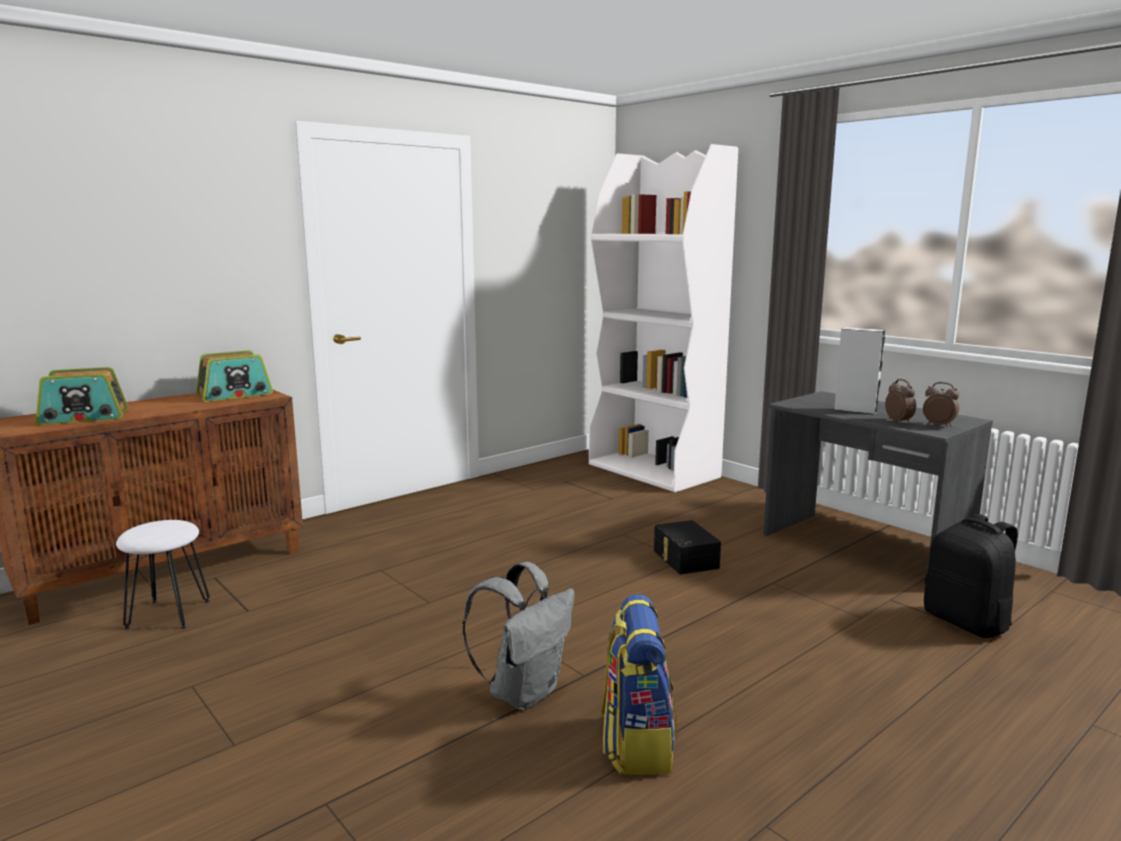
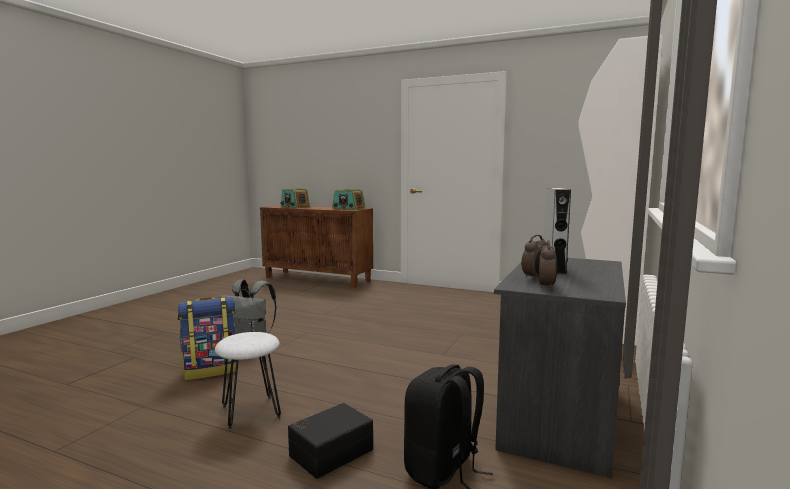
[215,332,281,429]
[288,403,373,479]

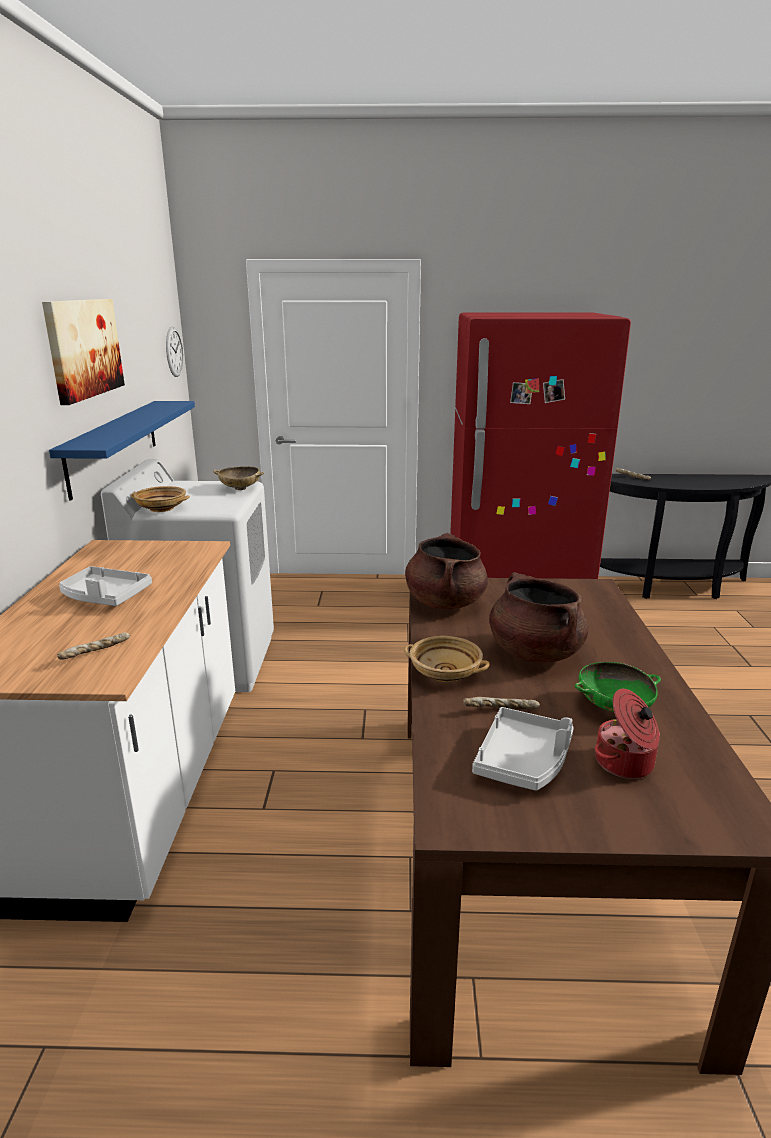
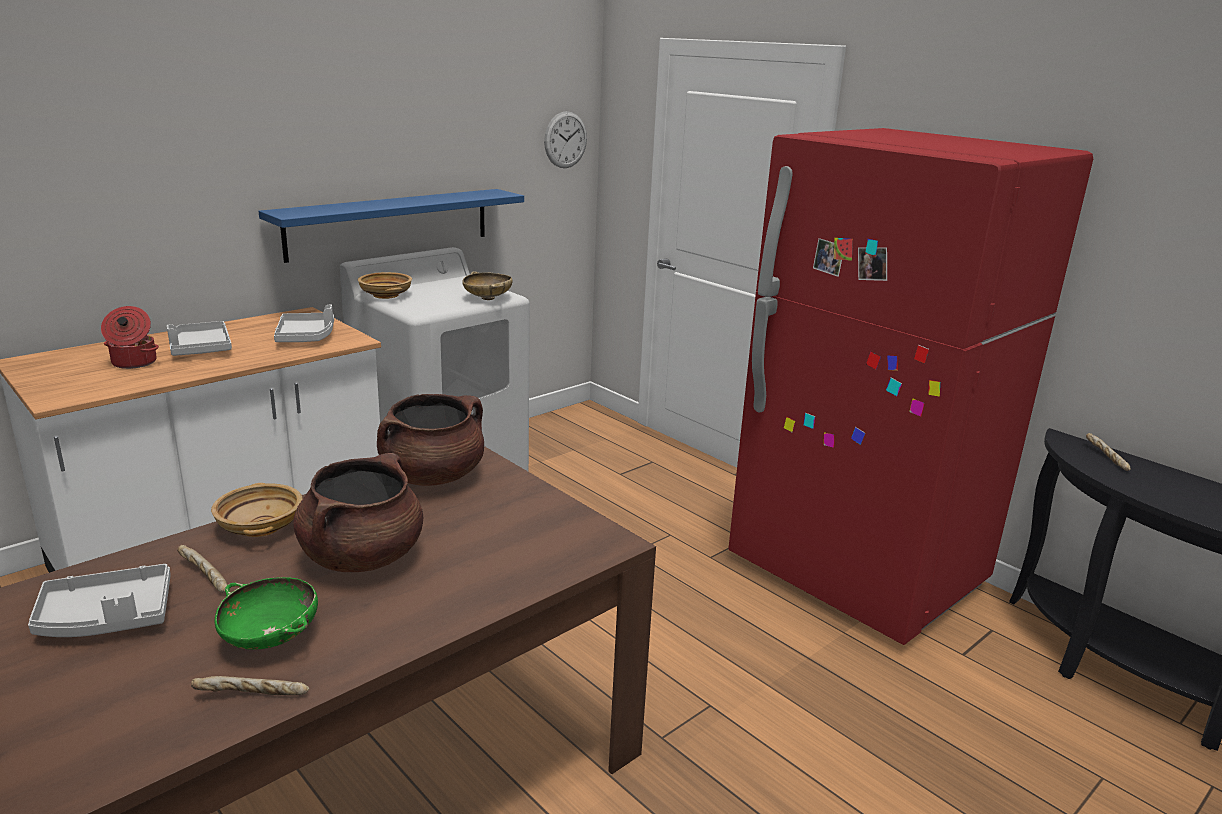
[42,299,125,405] (first image)
[191,676,309,695]
[101,306,159,369]
[274,305,334,342]

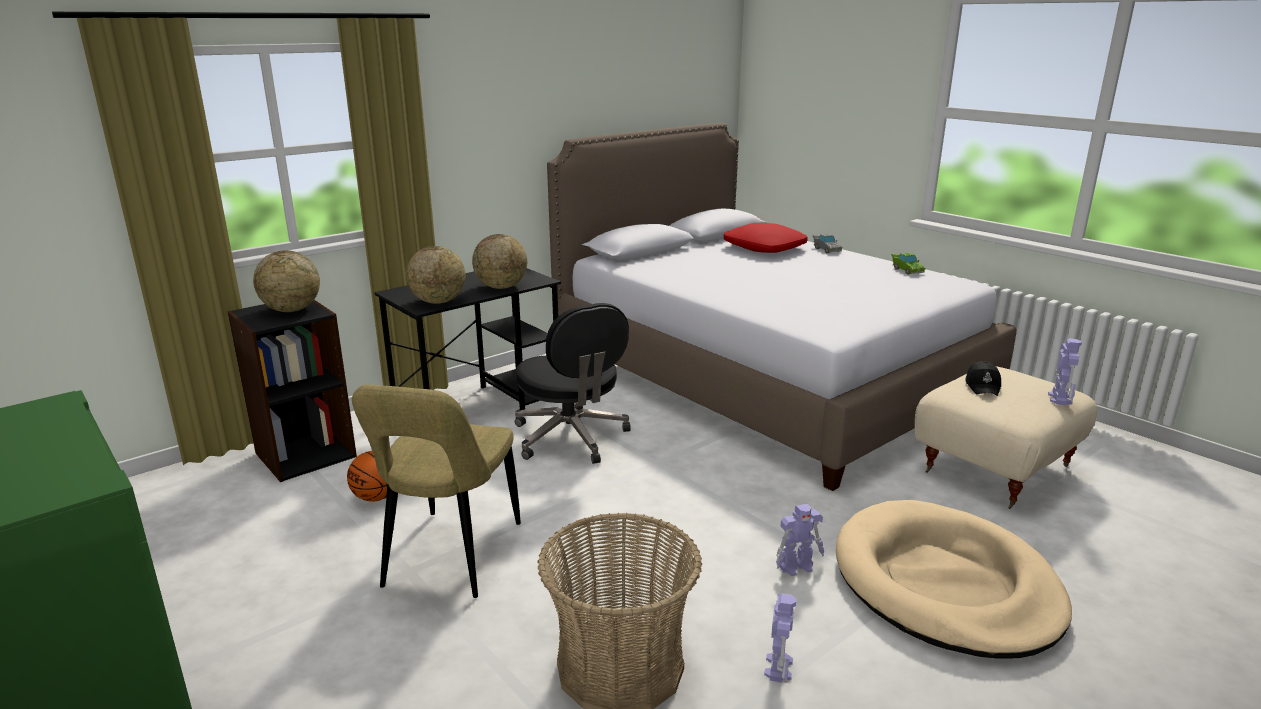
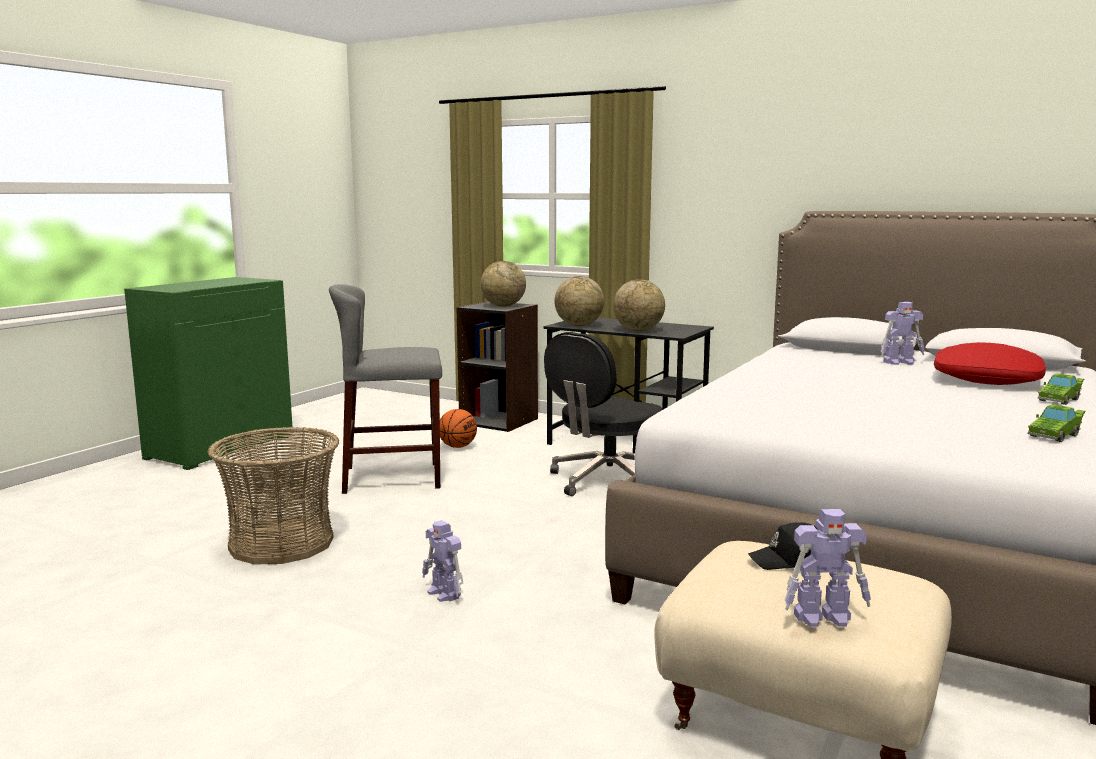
[329,284,442,494]
[881,302,925,365]
[1038,373,1084,405]
[836,500,1072,659] (first image)

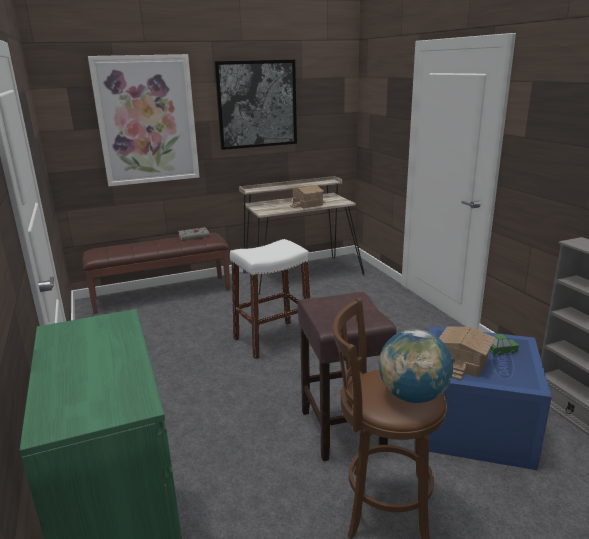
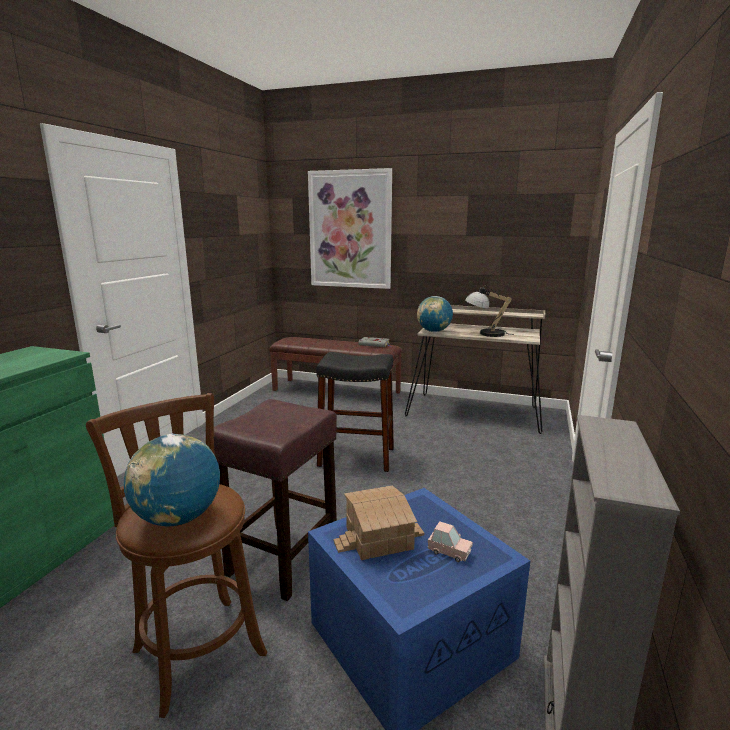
[214,60,297,150] (first image)
[316,352,394,472]
[465,285,514,337]
[428,522,473,562]
[417,296,453,332]

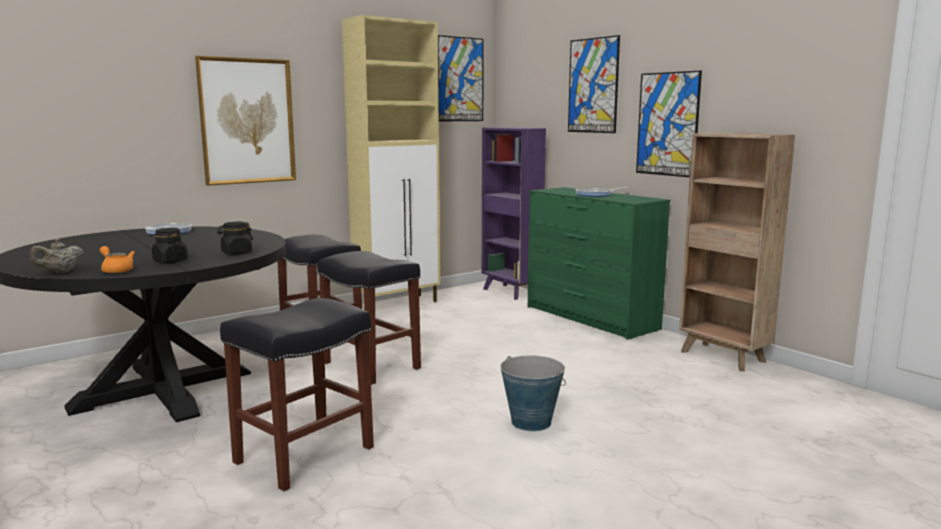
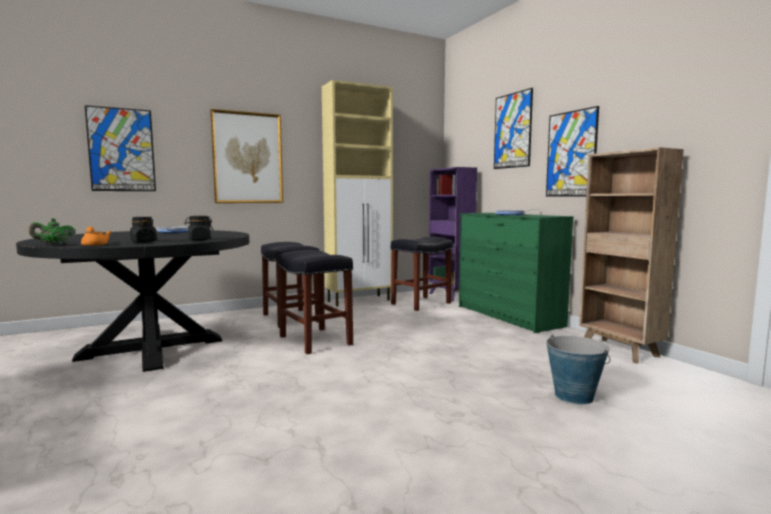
[29,218,76,245]
[391,237,453,311]
[85,105,156,191]
[546,335,611,405]

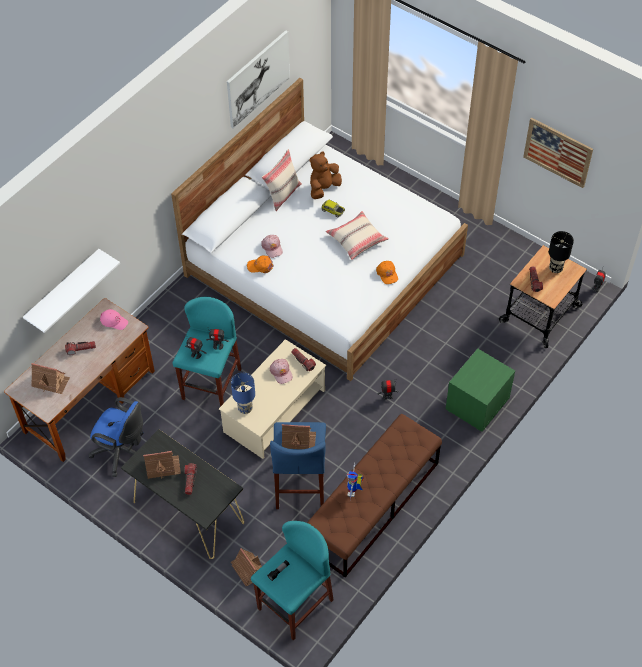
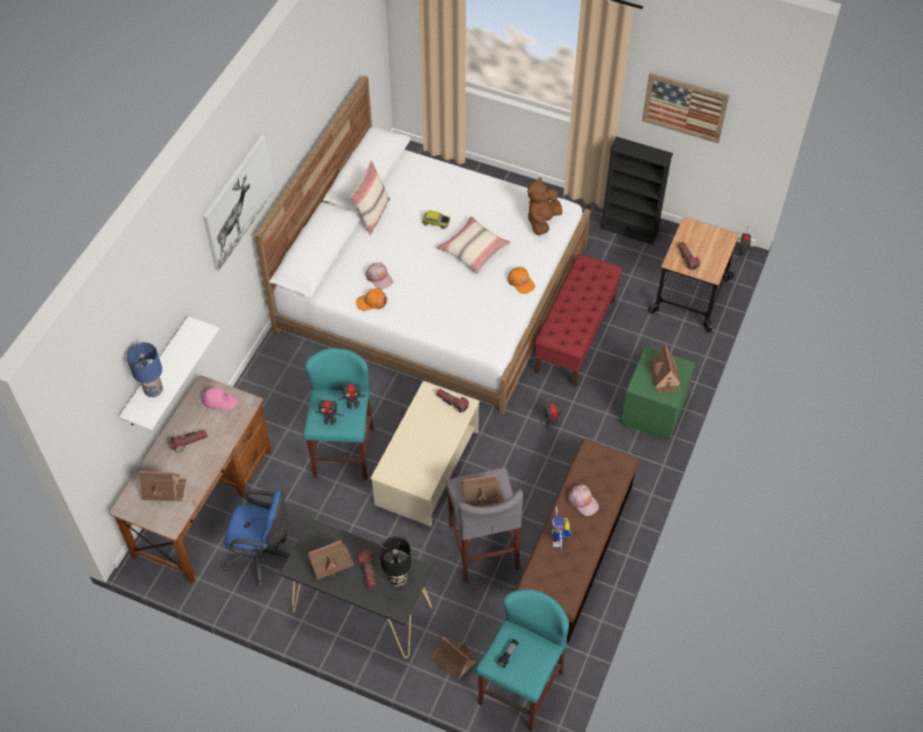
[203,135,274,271]
[127,342,163,397]
[568,484,599,516]
[446,468,523,582]
[528,177,562,235]
[380,536,411,587]
[535,254,622,387]
[600,136,673,245]
[649,345,682,393]

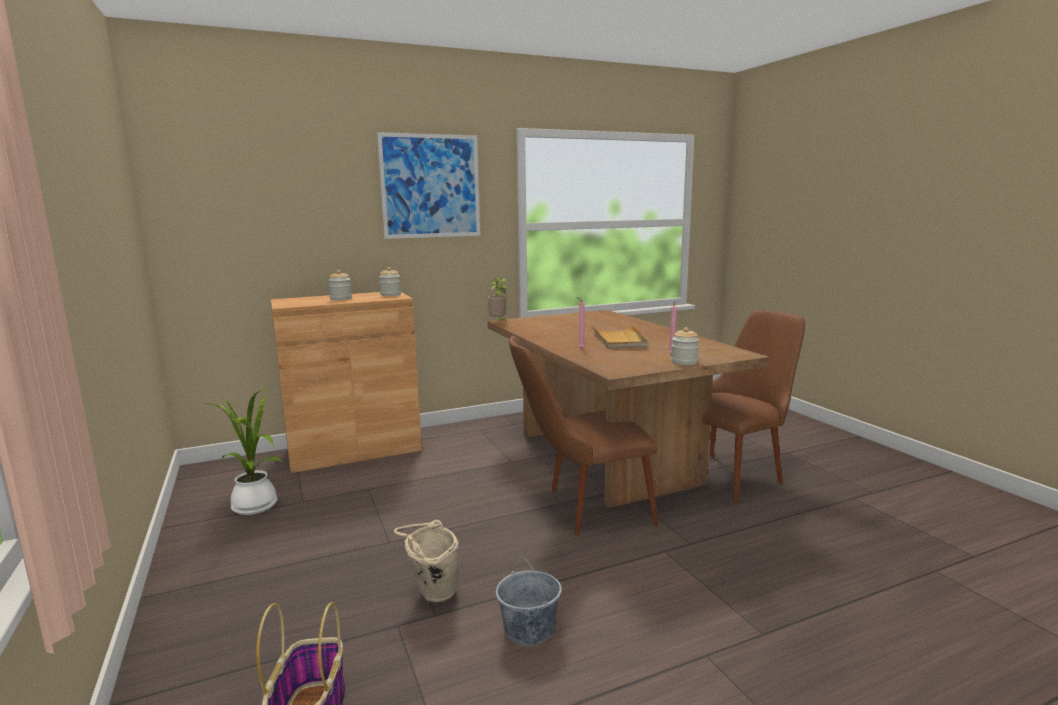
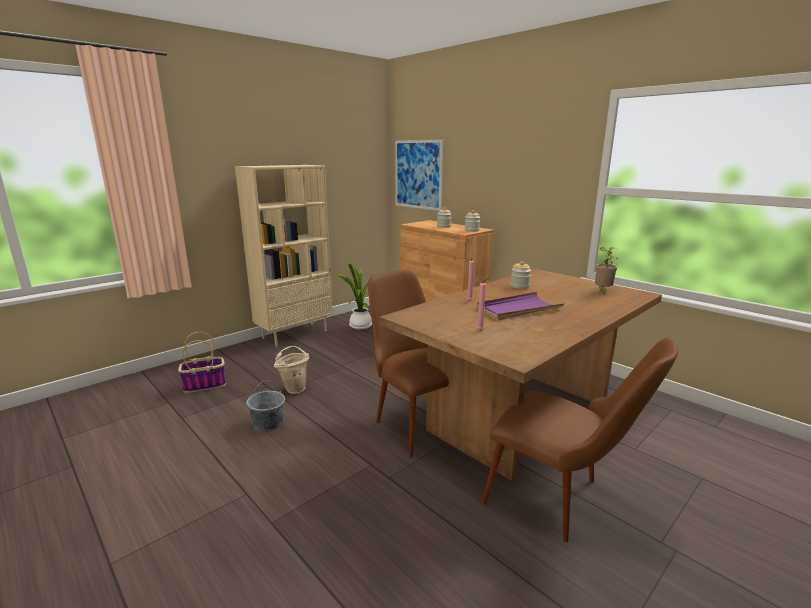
[395,140,443,211]
[595,247,618,294]
[476,292,565,320]
[510,261,531,289]
[235,165,333,347]

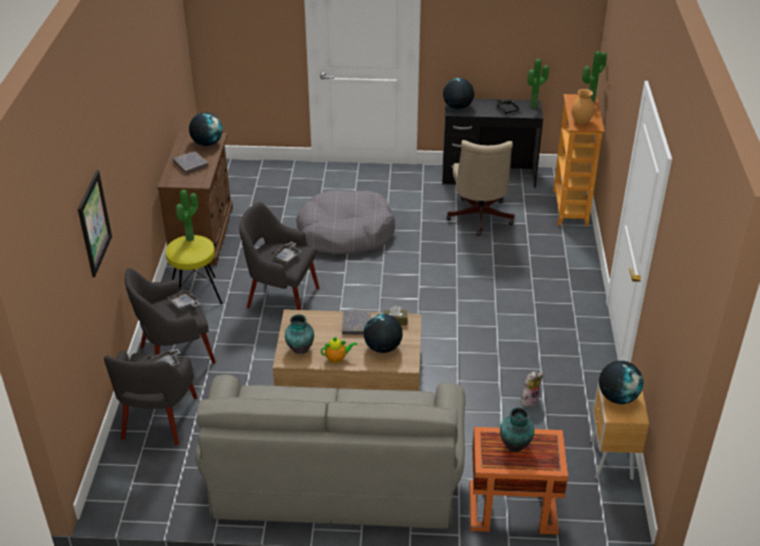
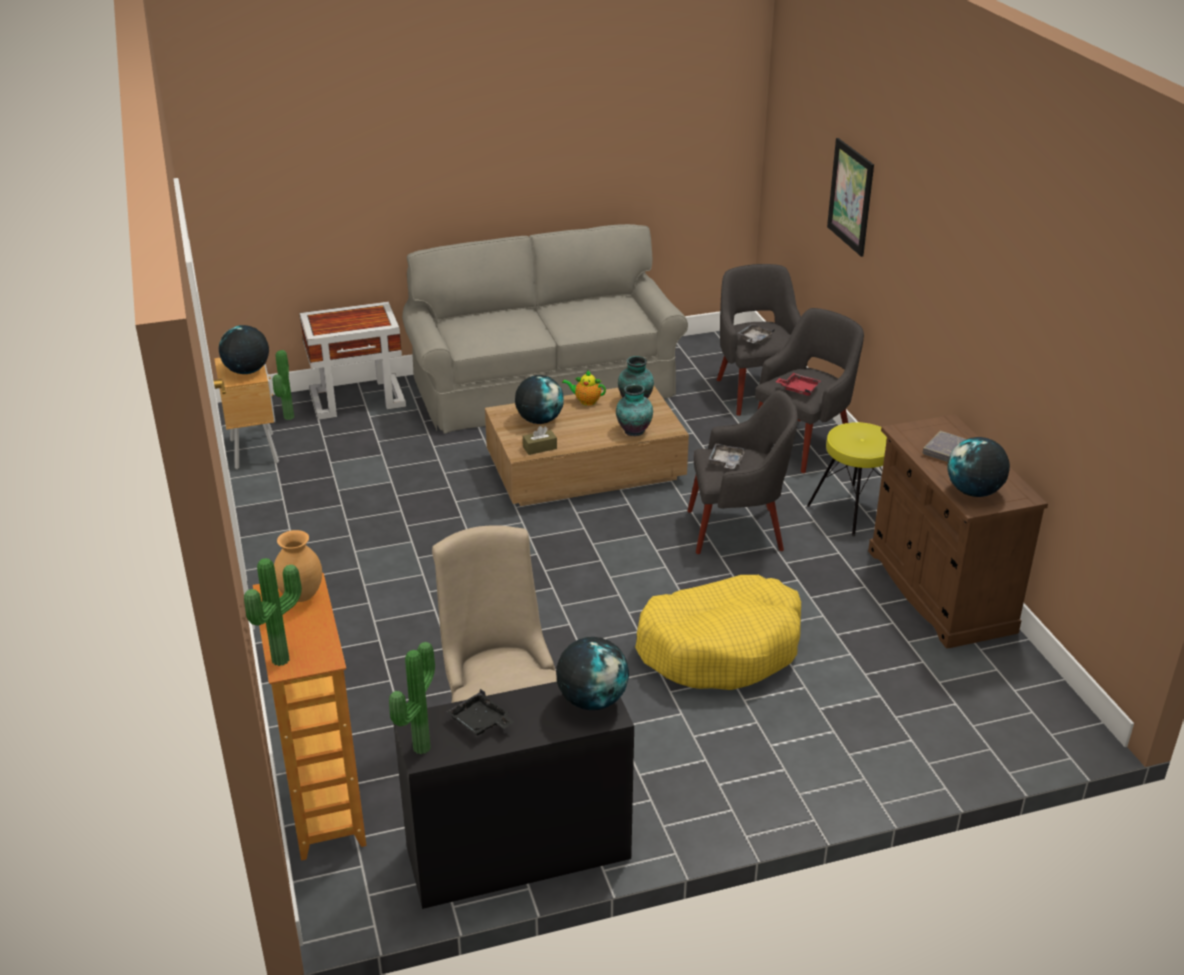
[776,373,821,396]
[272,350,294,420]
[635,575,801,690]
[562,370,606,406]
[342,310,371,335] (first image)
[299,302,406,420]
[616,384,653,436]
[521,372,543,406] (first image)

